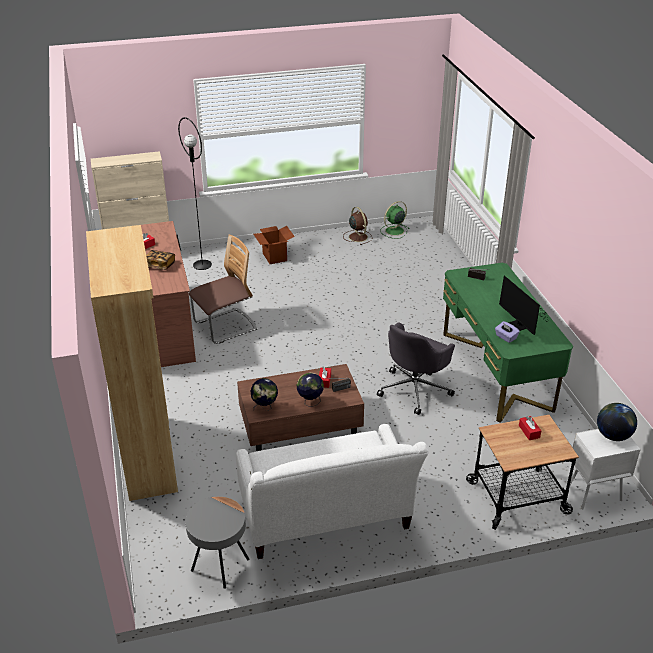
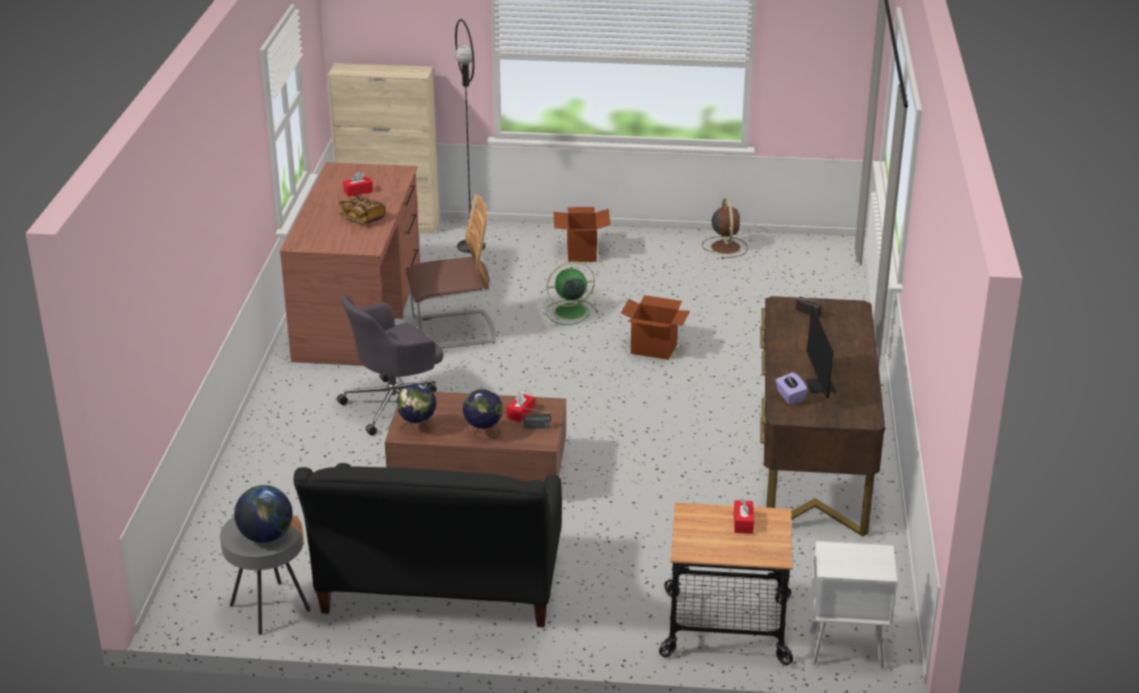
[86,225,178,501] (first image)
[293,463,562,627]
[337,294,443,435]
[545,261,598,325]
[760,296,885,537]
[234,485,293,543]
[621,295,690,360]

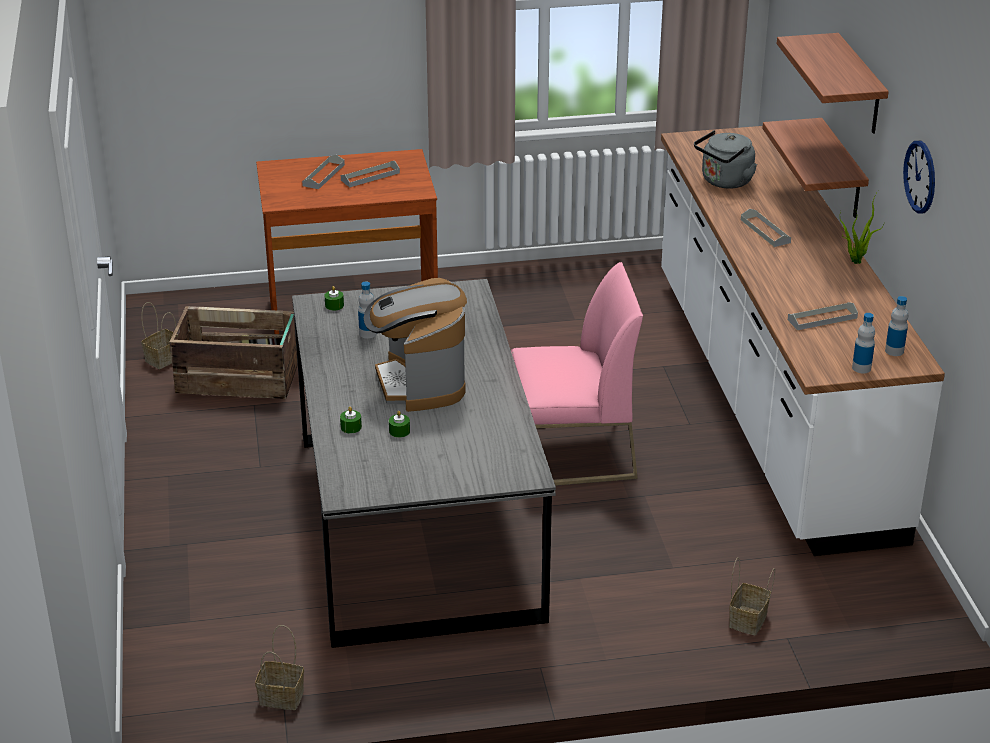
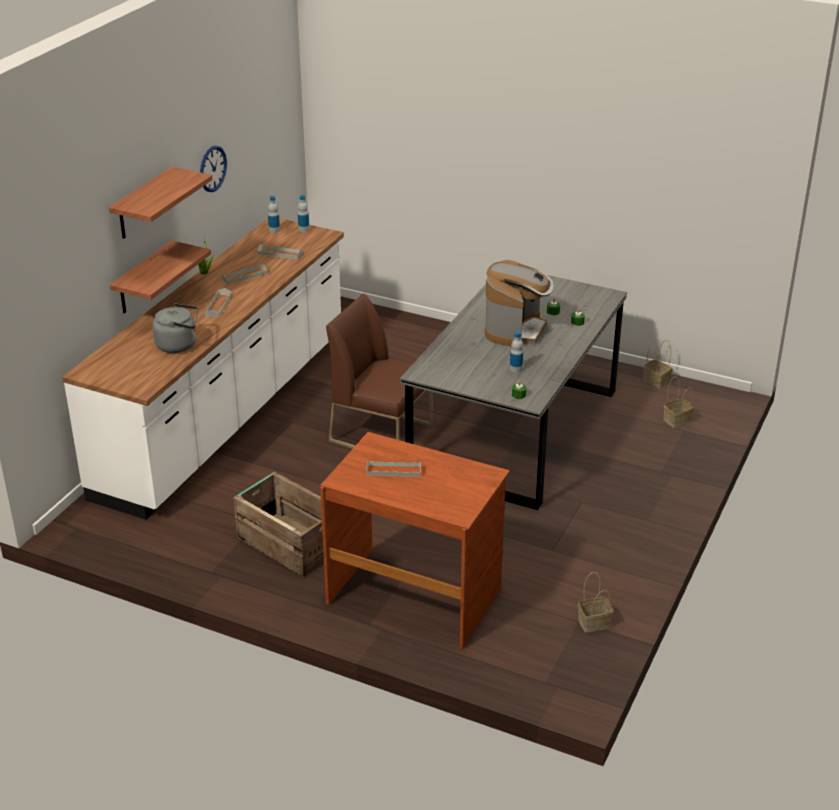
[233,472,324,577]
[221,264,267,285]
[326,294,433,449]
[663,377,694,428]

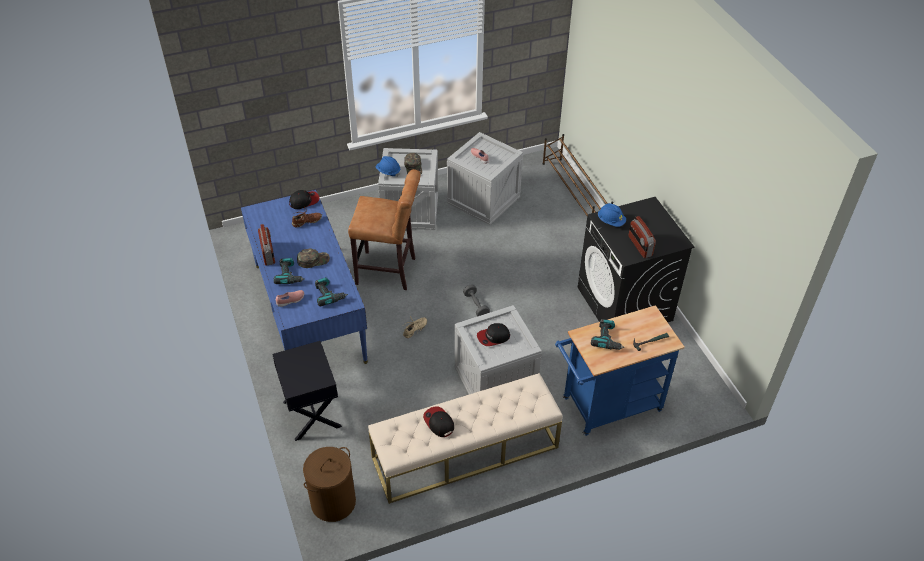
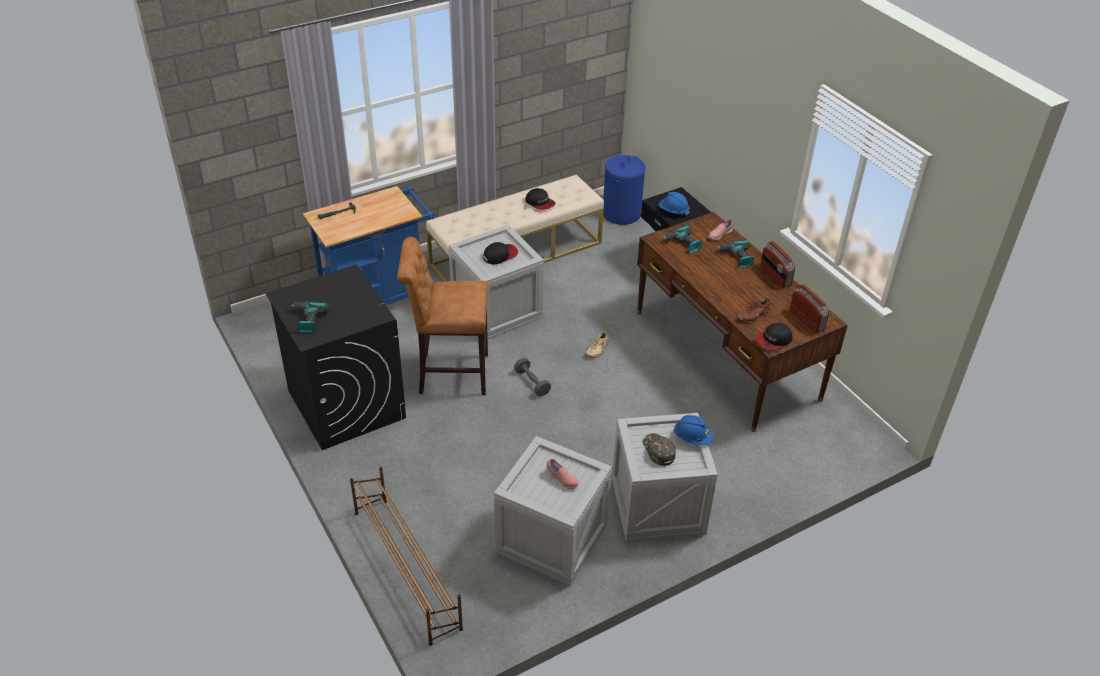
[637,212,848,432]
[297,249,330,268] (first image)
[603,155,646,225]
[397,237,488,395]
[290,301,329,333]
[659,192,690,216]
[790,284,829,333]

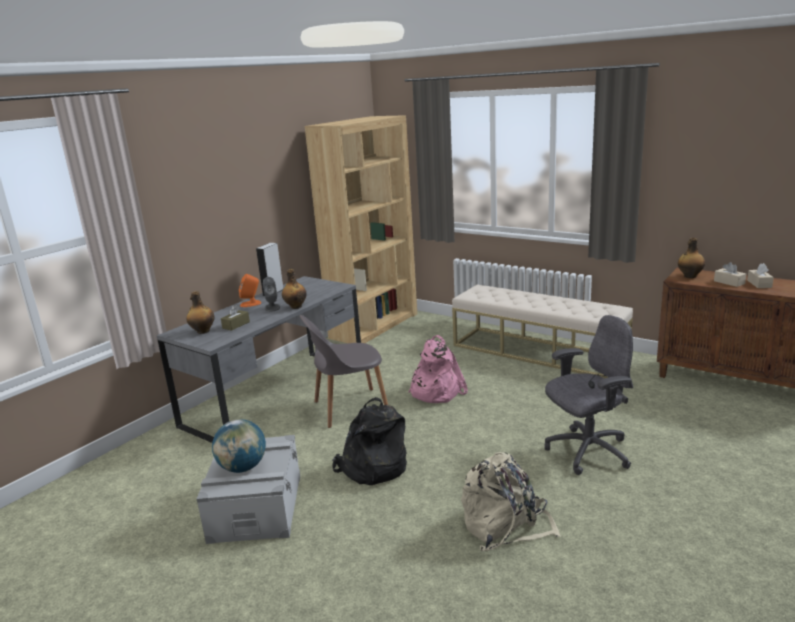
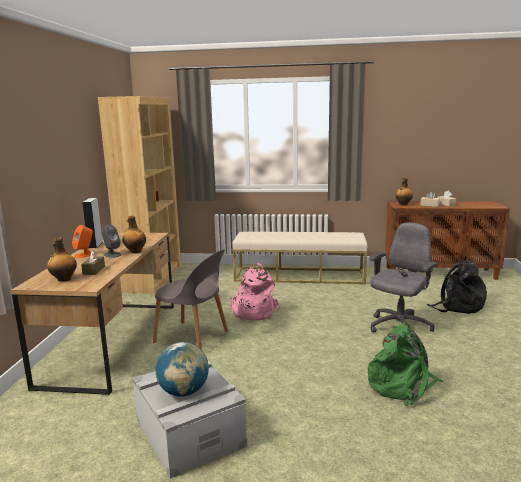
[11,232,174,395]
[153,249,228,350]
[427,255,487,314]
[368,322,443,406]

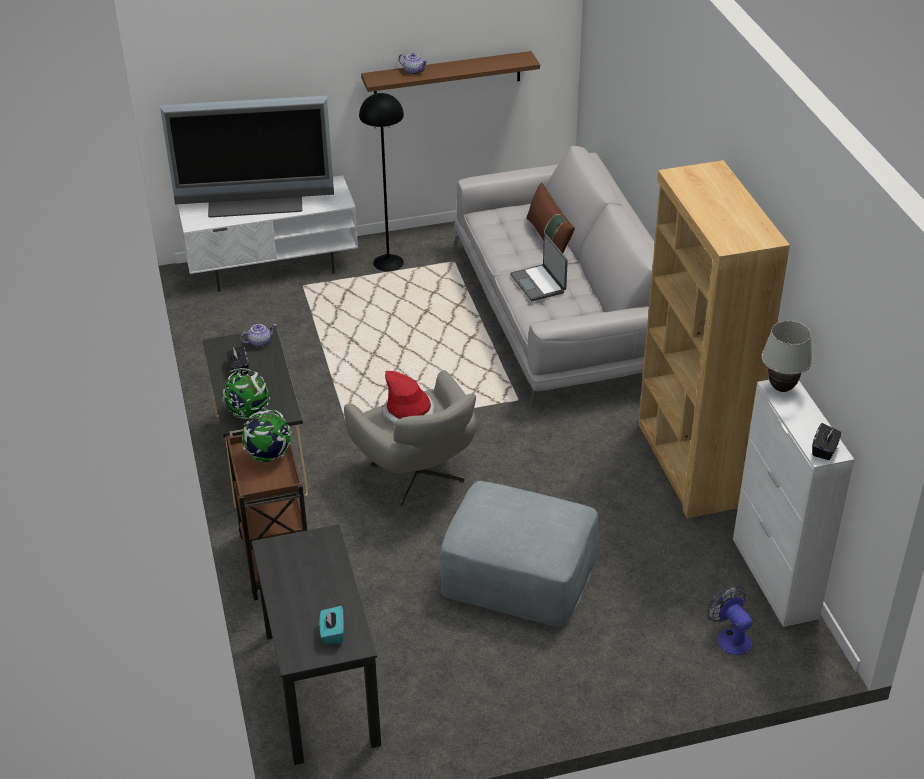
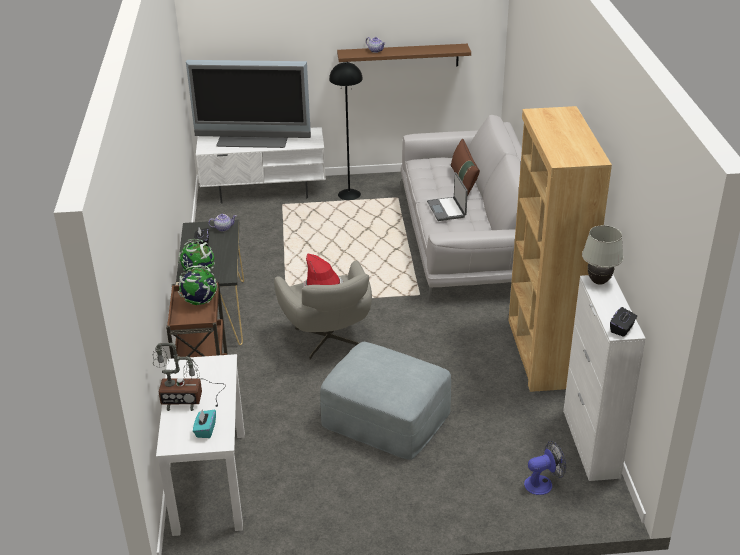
[156,354,245,536]
[524,441,566,495]
[153,343,226,411]

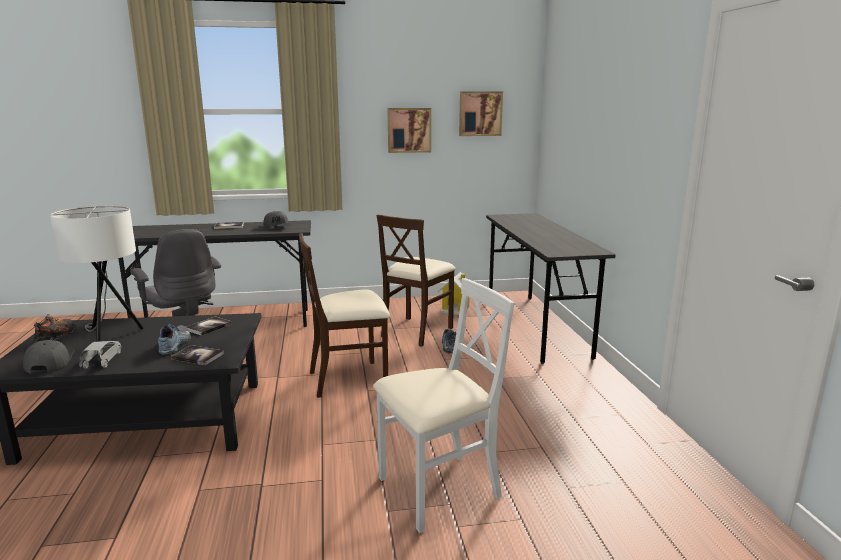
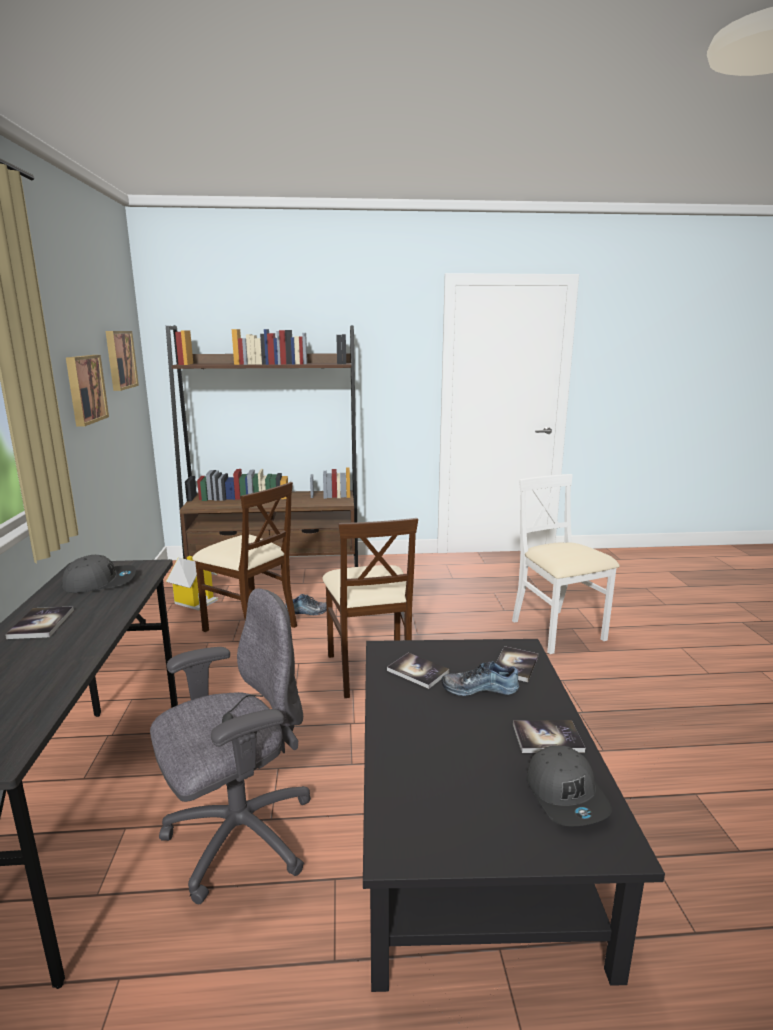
[526,746,612,827]
[33,314,76,343] (first image)
[50,206,144,342] (first image)
[513,720,585,753]
[166,325,358,567]

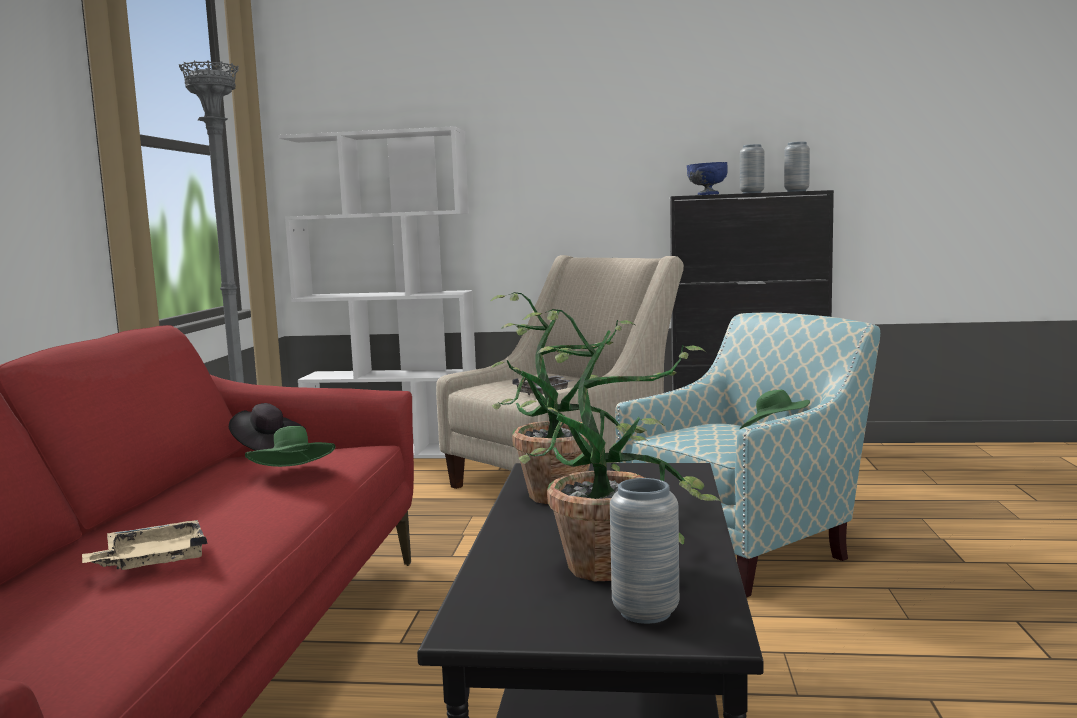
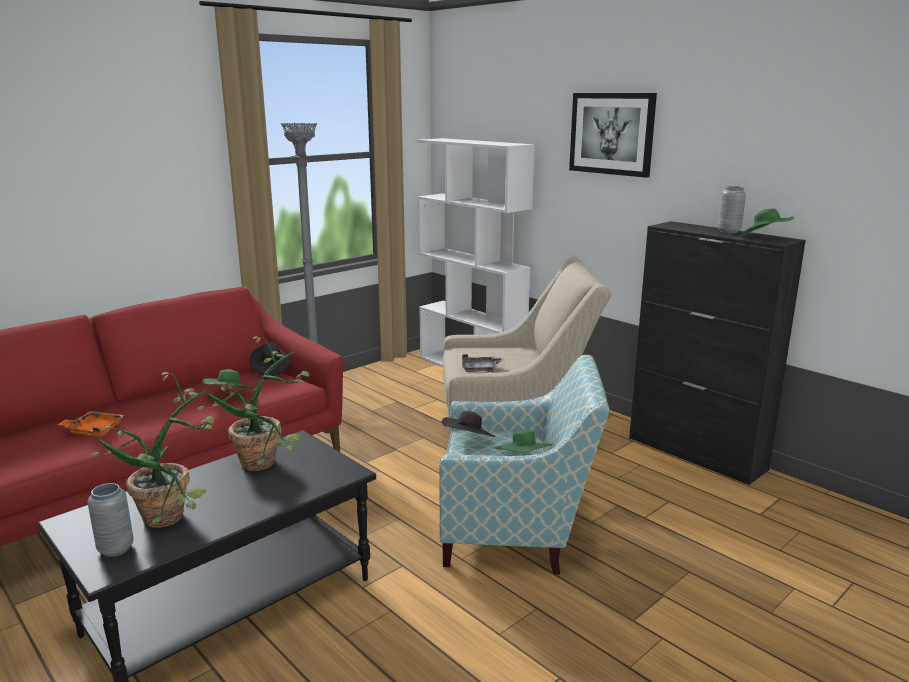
[57,411,125,436]
[687,162,728,195] (first image)
[740,209,794,236]
[442,411,495,437]
[569,93,657,178]

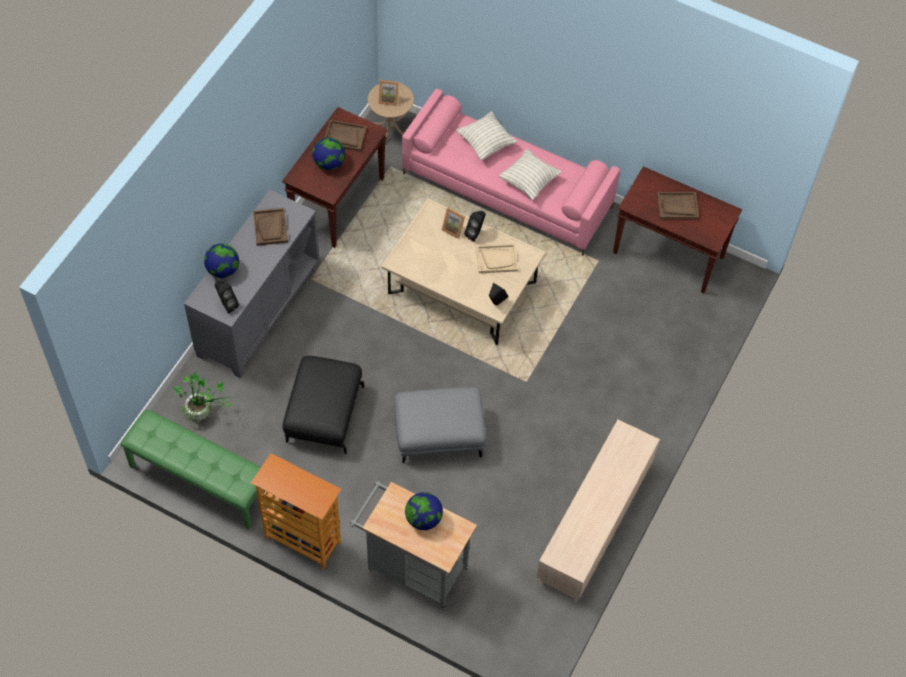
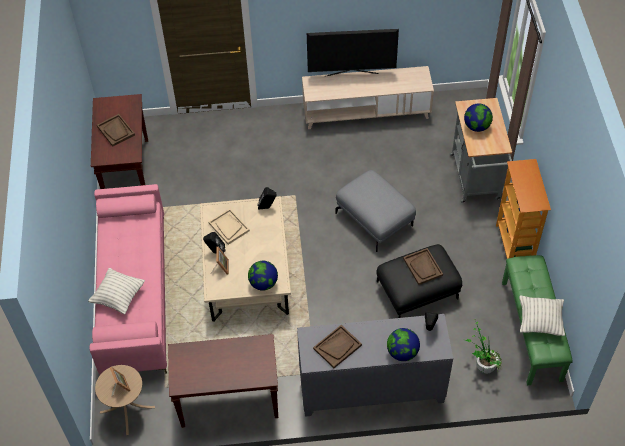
[248,261,278,291]
[403,248,443,285]
[519,296,565,336]
[307,29,399,76]

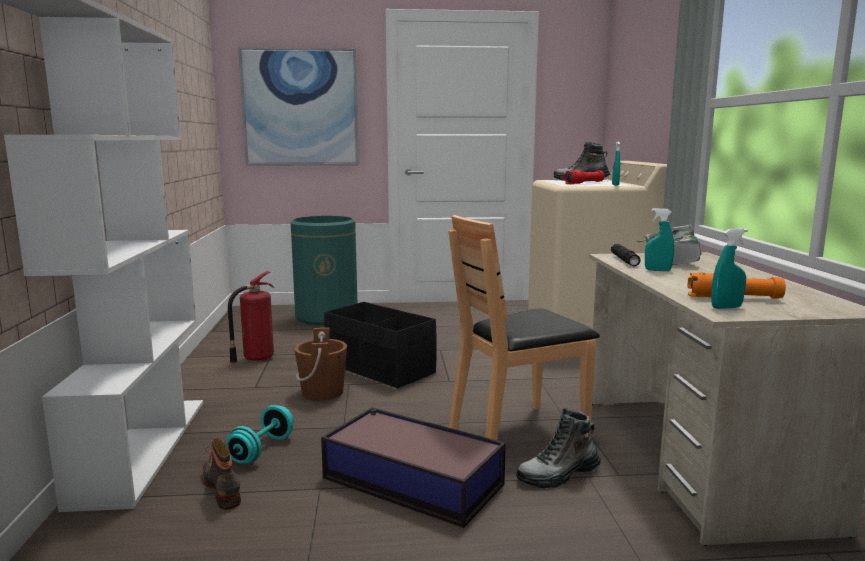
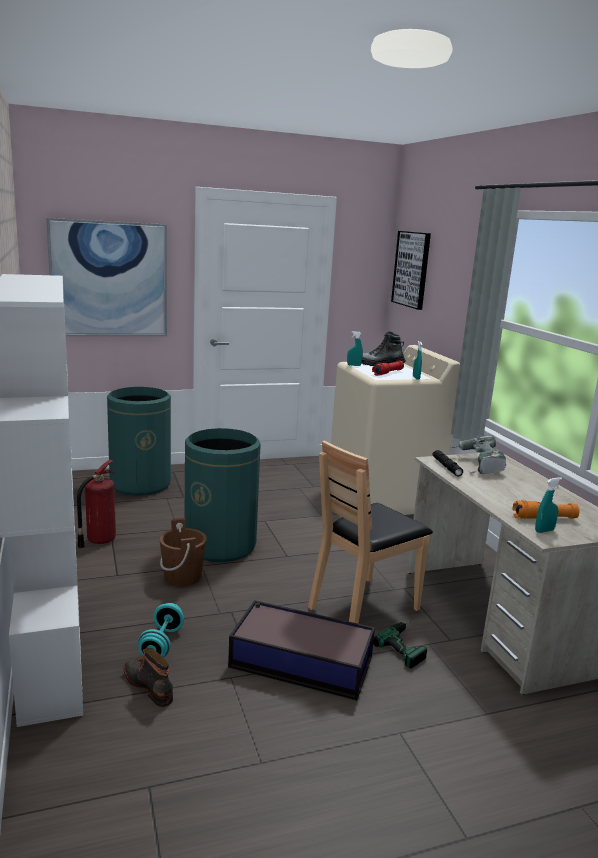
[185,428,261,562]
[373,621,427,669]
[347,331,363,366]
[391,231,431,310]

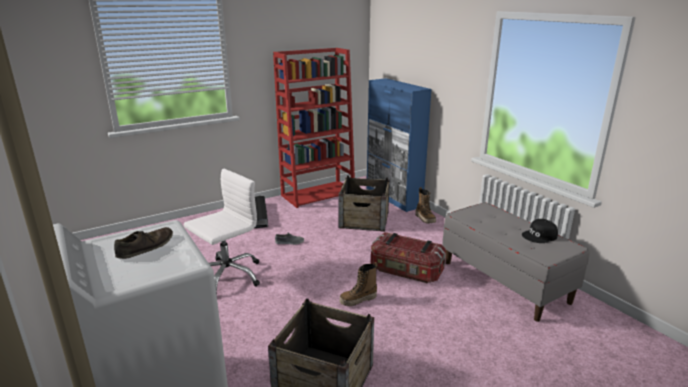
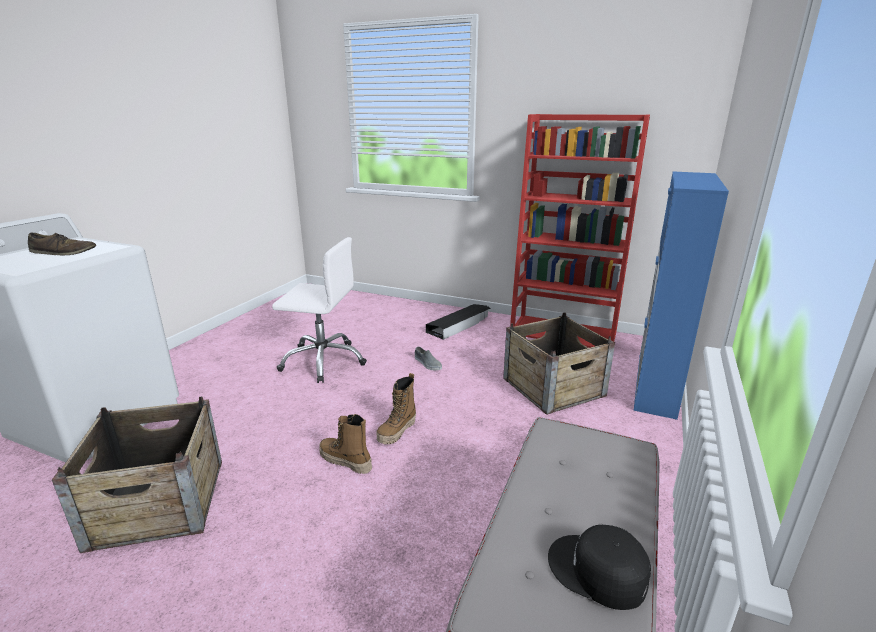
[371,232,446,283] (first image)
[376,373,416,444]

